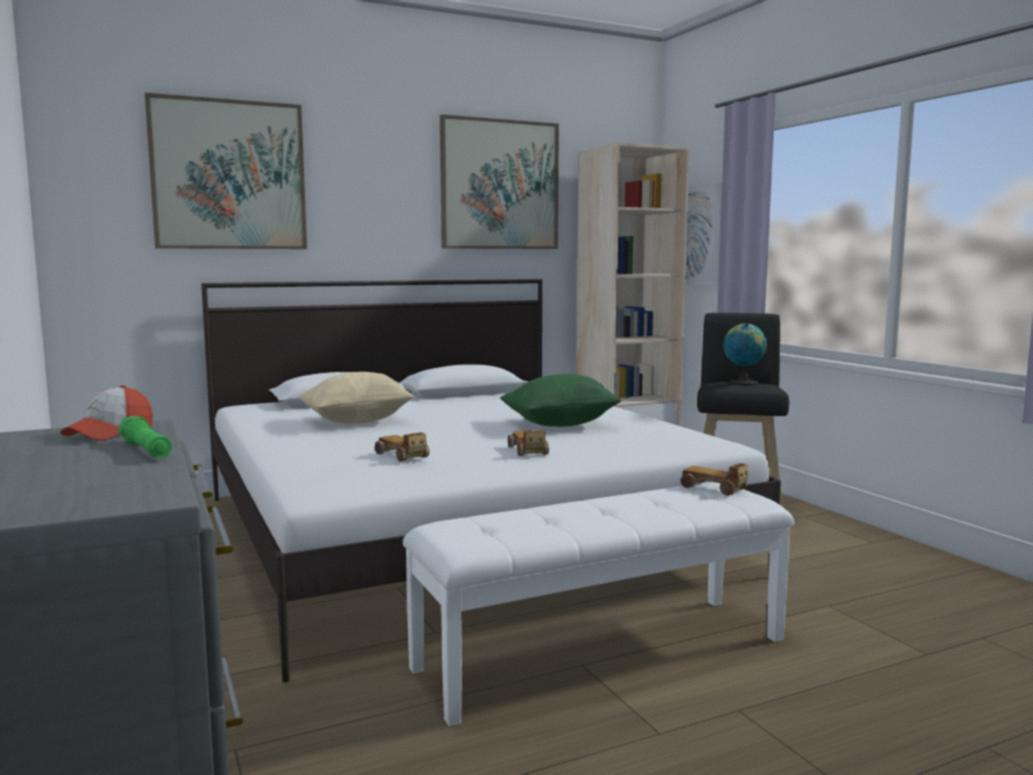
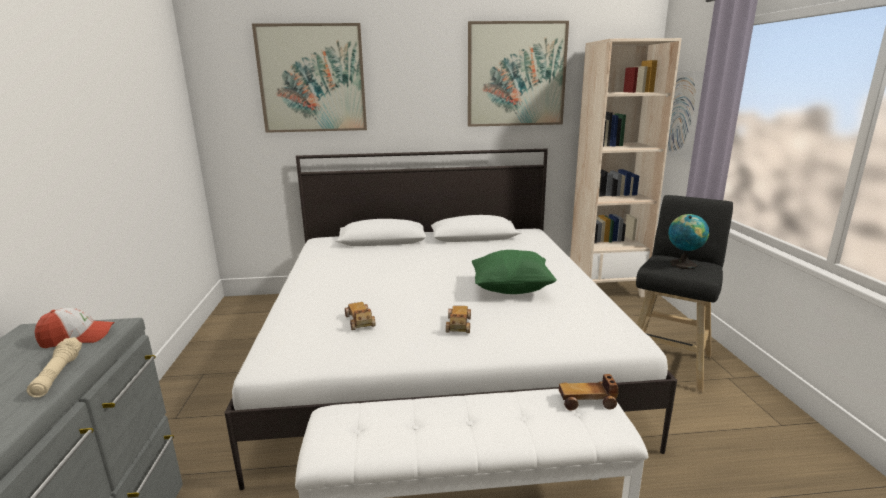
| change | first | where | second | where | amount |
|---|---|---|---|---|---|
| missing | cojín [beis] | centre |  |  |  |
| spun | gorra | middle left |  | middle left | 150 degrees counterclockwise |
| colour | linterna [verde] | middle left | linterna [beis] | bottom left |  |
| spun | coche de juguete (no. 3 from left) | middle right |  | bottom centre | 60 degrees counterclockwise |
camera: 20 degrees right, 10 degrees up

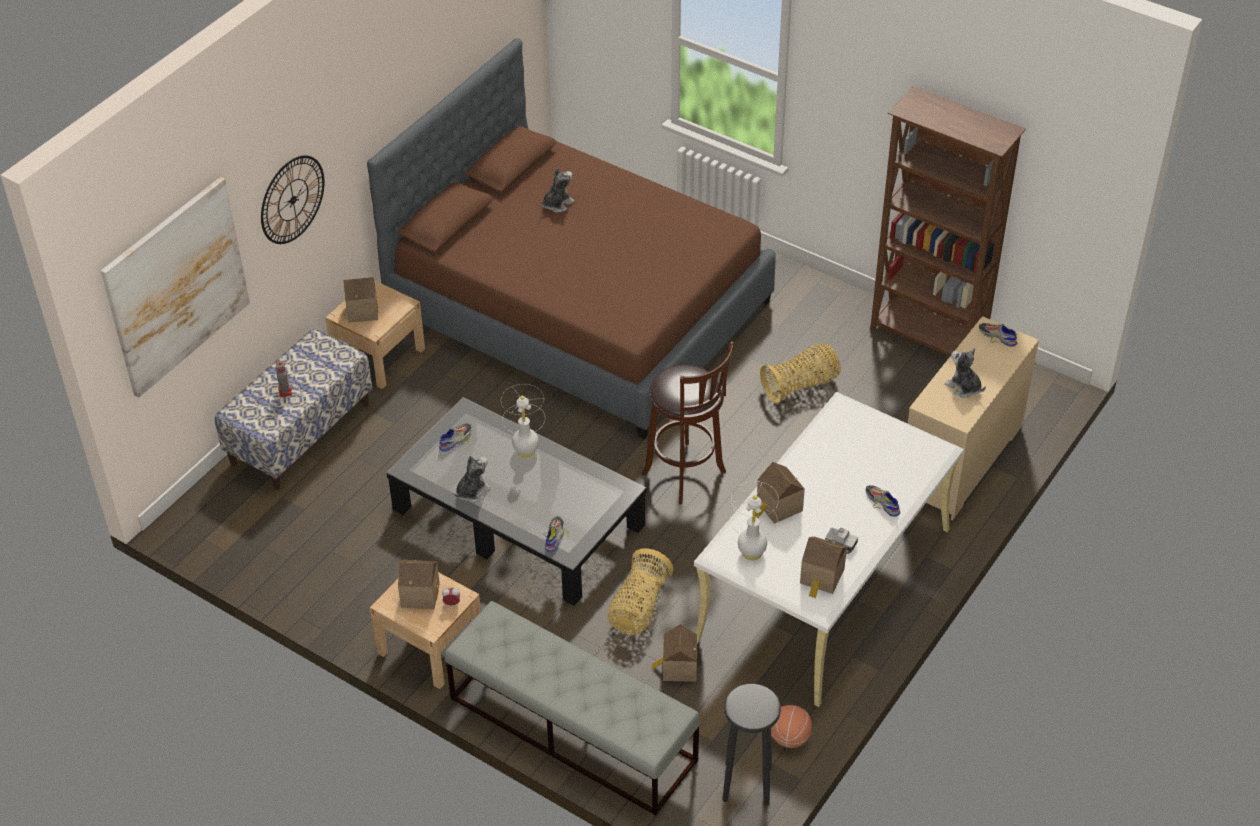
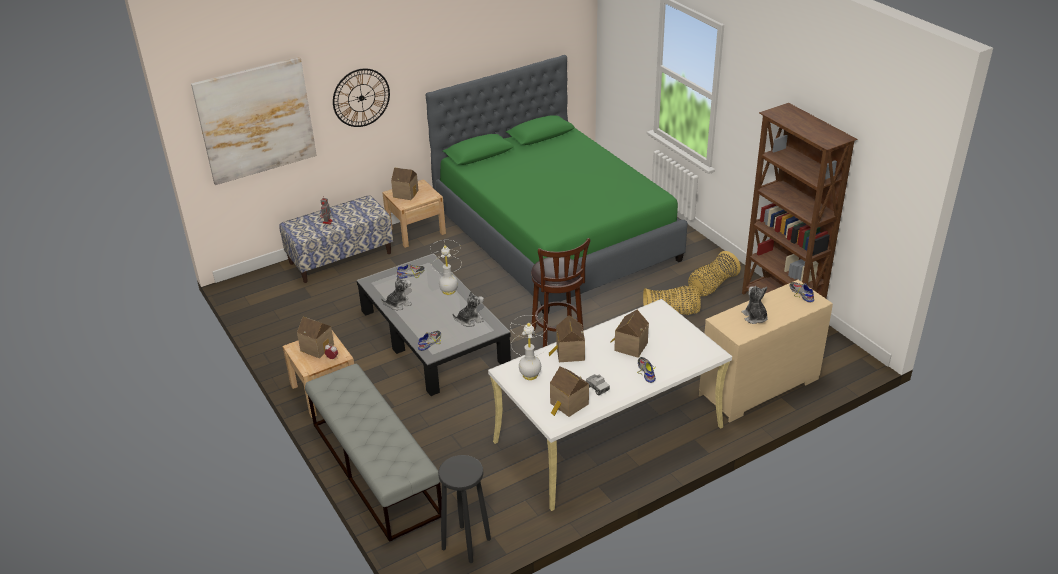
| change | first | where | second | where | amount |
|---|---|---|---|---|---|
| colour | cama [marrón] | top centre | cama [verde] | top centre |  |
| relocated | peluche (no. 2 from left) | top centre |  | centre |  |
| relocated | cesta (no. 1 from left in the first image) | bottom centre | cesta (no. 2 from left) | middle right |  |
| relocated | casita (no. 3 from left in the first image) | bottom centre | casita (no. 5 from left) | centre |  |
| missing | balón de baloncesto | bottom centre |  |  |  |
camera: 25 degrees right, 10 degrees down

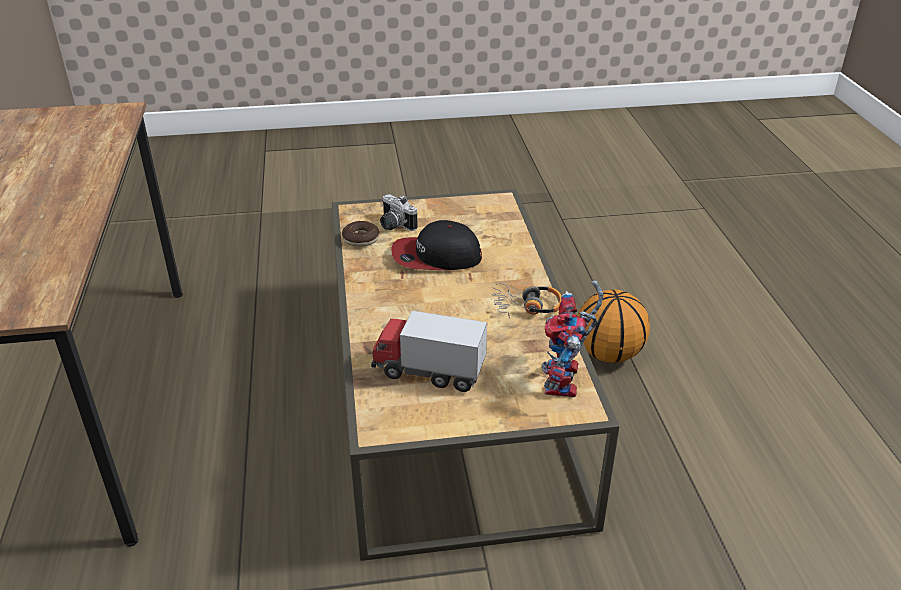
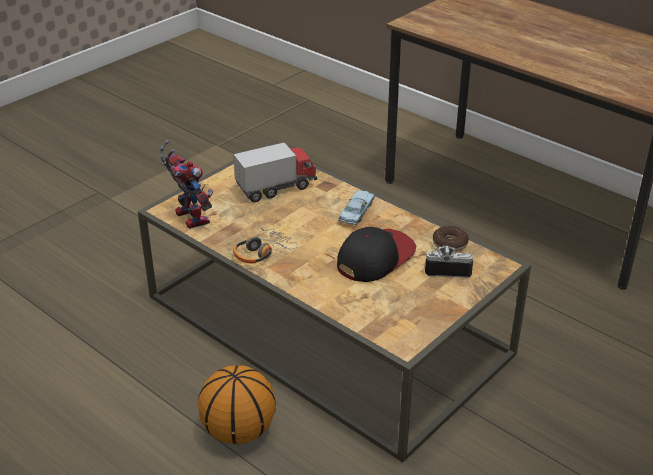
| change | first | where | second | where | amount |
|---|---|---|---|---|---|
| appeared |  |  | coche de juguete [azul] | centre |  |
camera: 140 degrees right, 0 degrees up

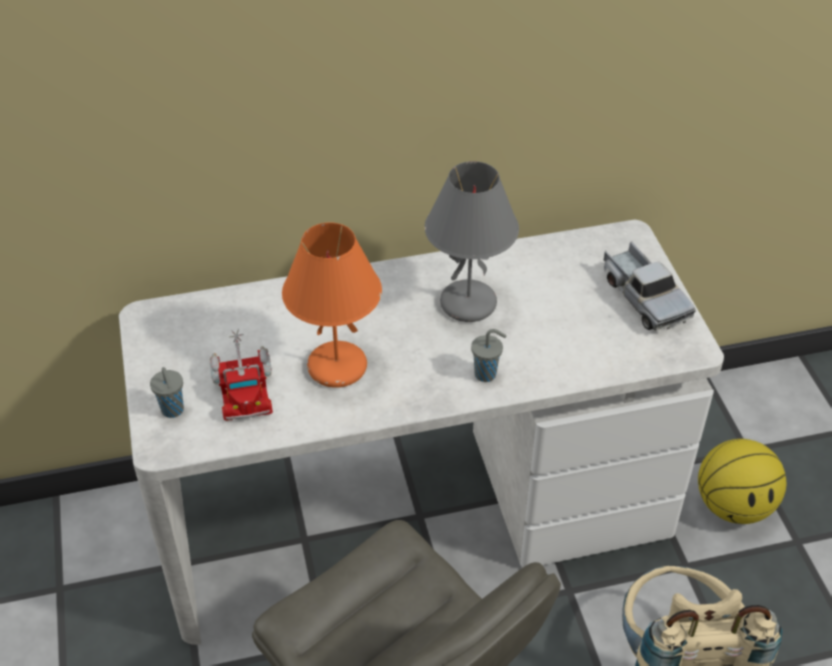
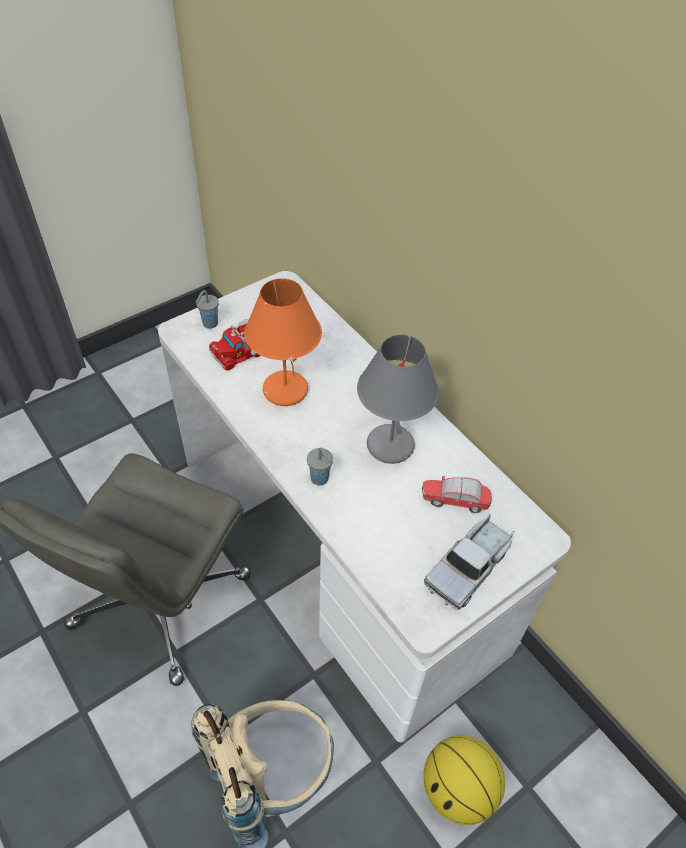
| change | first | where | second | where | amount |
|---|---|---|---|---|---|
| appeared |  |  | coche de juguete | centre |  |
camera: 65 degrees right, 5 degrees up

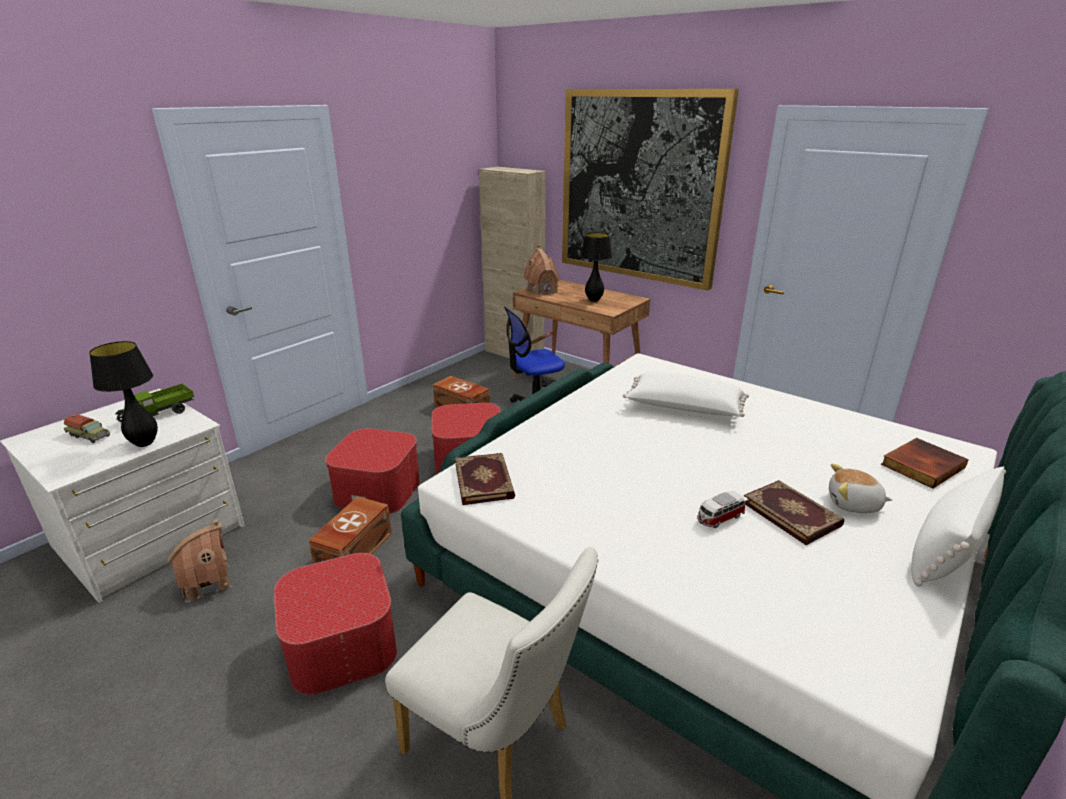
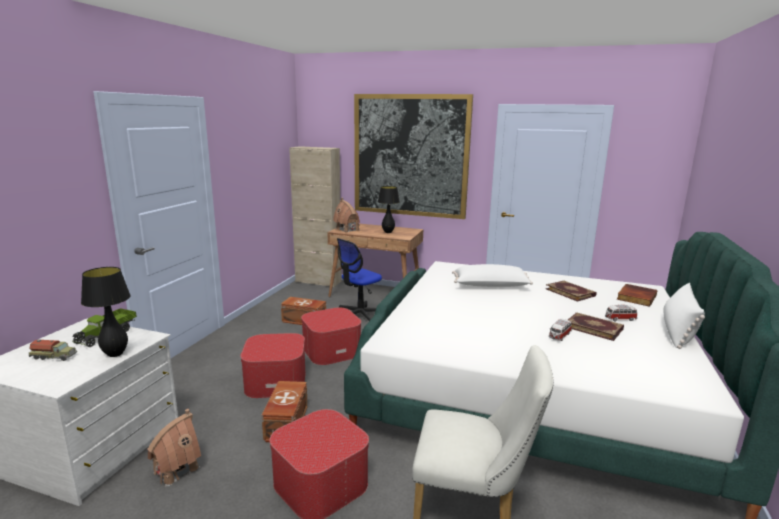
| change | first | where | second | where | amount |
|---|---|---|---|---|---|
| relocated | libro (no. 1 from left) | centre |  | middle right |  |
| exchanged | peluche | middle right | coche de juguete (no. 2 from left) | middle right |  |
camera: 20 degrees left, 10 degrees down

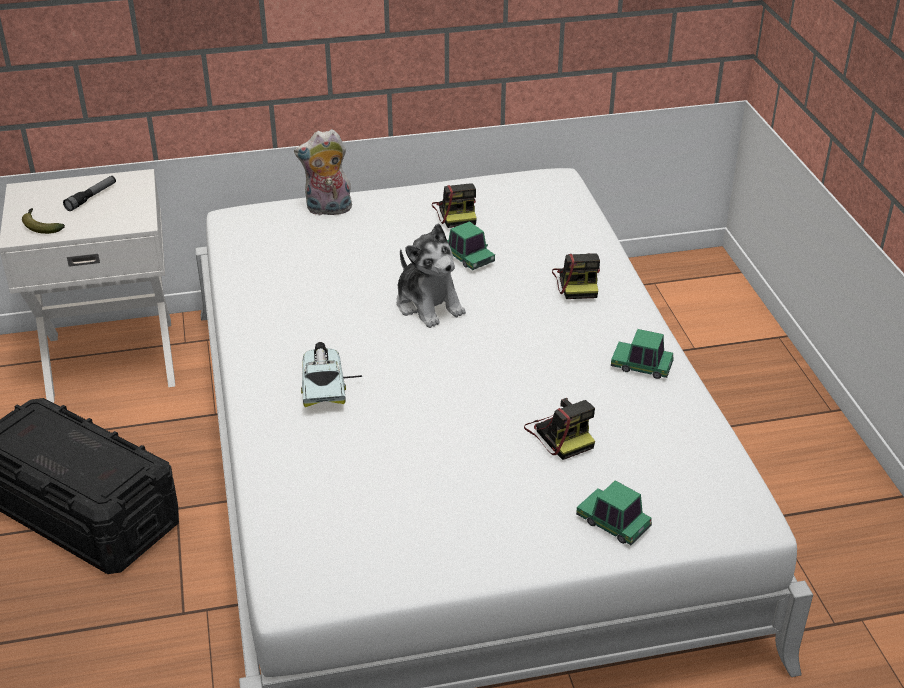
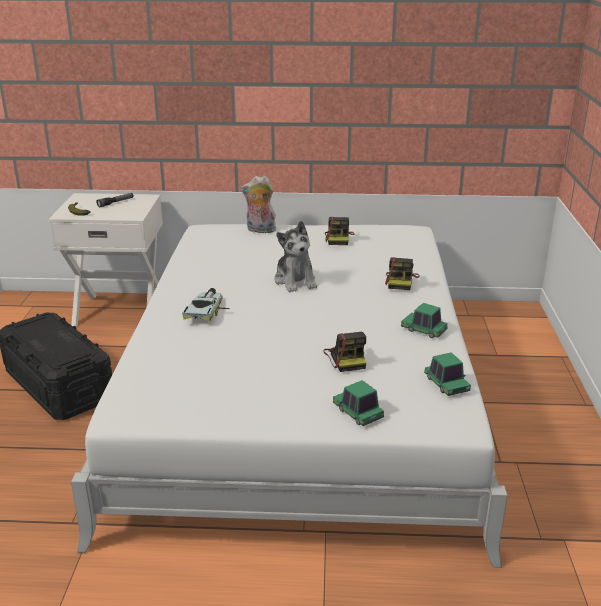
| change | first | where | second | where | amount |
|---|---|---|---|---|---|
| relocated | coche de juguete (no. 2 from left in the first image) | centre | coche de juguete (no. 4 from left) | middle right |  |
camera: 15 degrees right, 10 degrees down

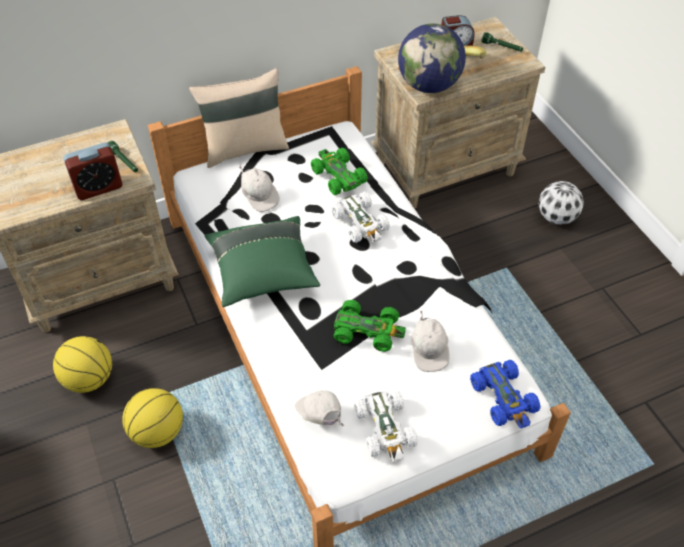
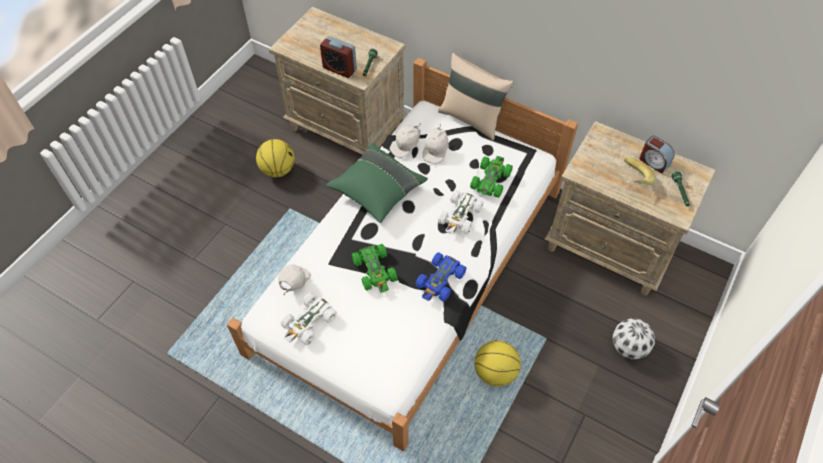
| change | first | where | second | where | amount |
|---|---|---|---|---|---|
| missing | globo terráqueo | top centre |  |  |  |
| relocated | gorra [blanco] (no. 3 from left in the first image) | centre | gorra [blanco] (no. 2 from left) | top centre |  |
| relocated | coche de juguete [azul] | bottom right |  | centre |  |
| relocated | balón de baloncesto (no. 2 from left) | bottom left |  | bottom centre |  |
camera: 55 degrees right, 5 degrees up

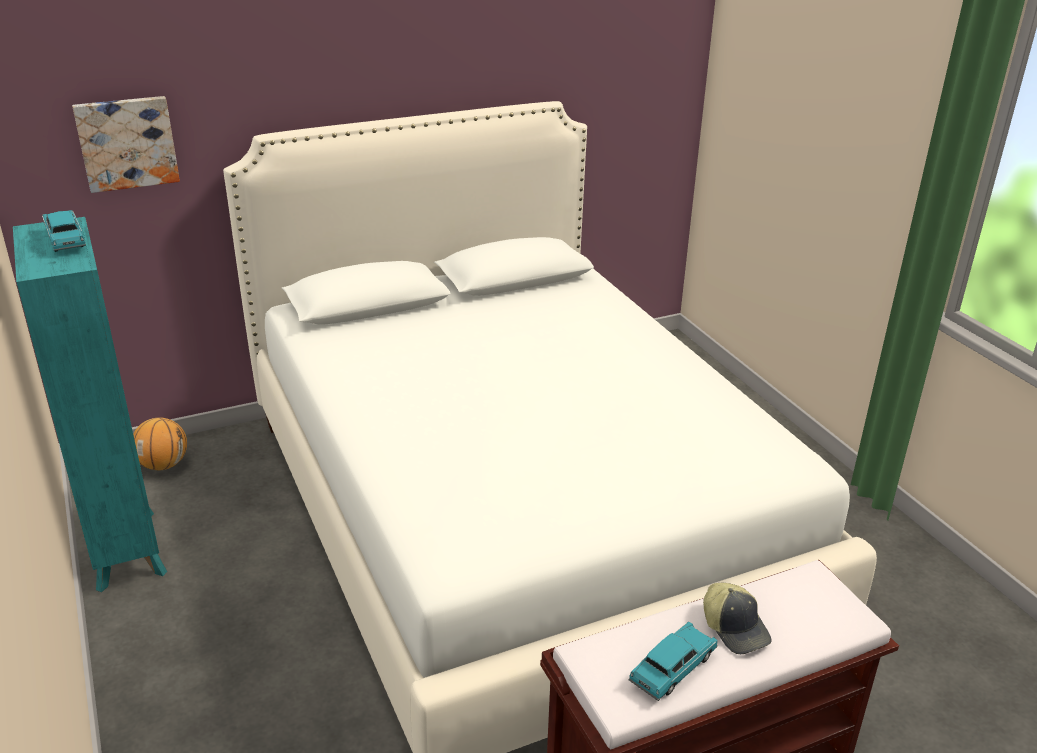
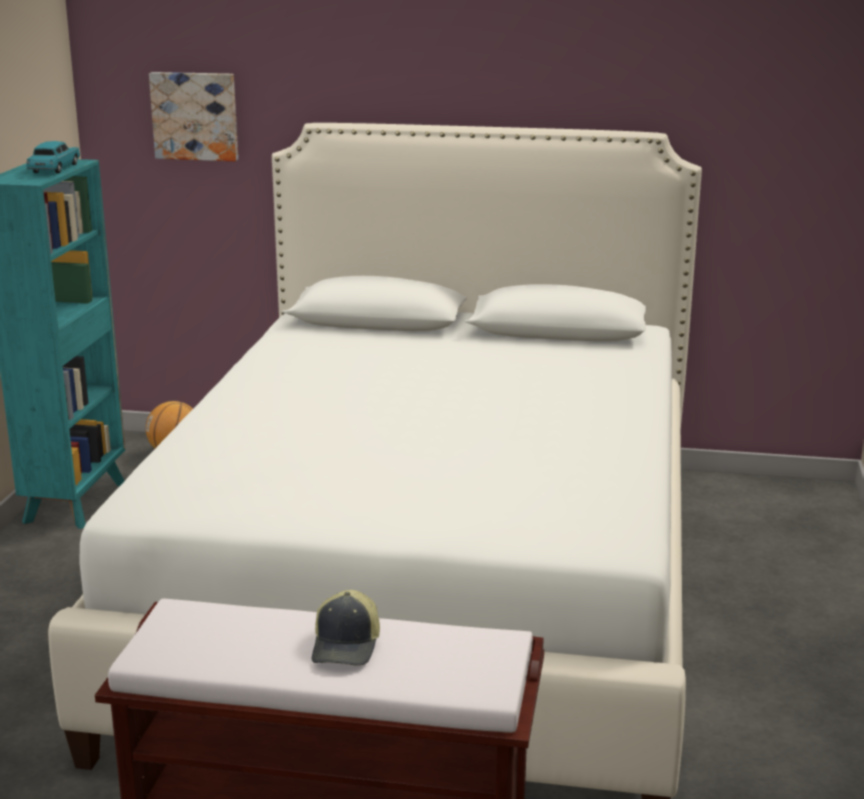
| change | first | where | second | where | amount |
|---|---|---|---|---|---|
| missing | coche de juguete [turquesa] (no. 2 from left) | bottom centre |  |  |  |
camera: 35 degrees right, 10 degrees down

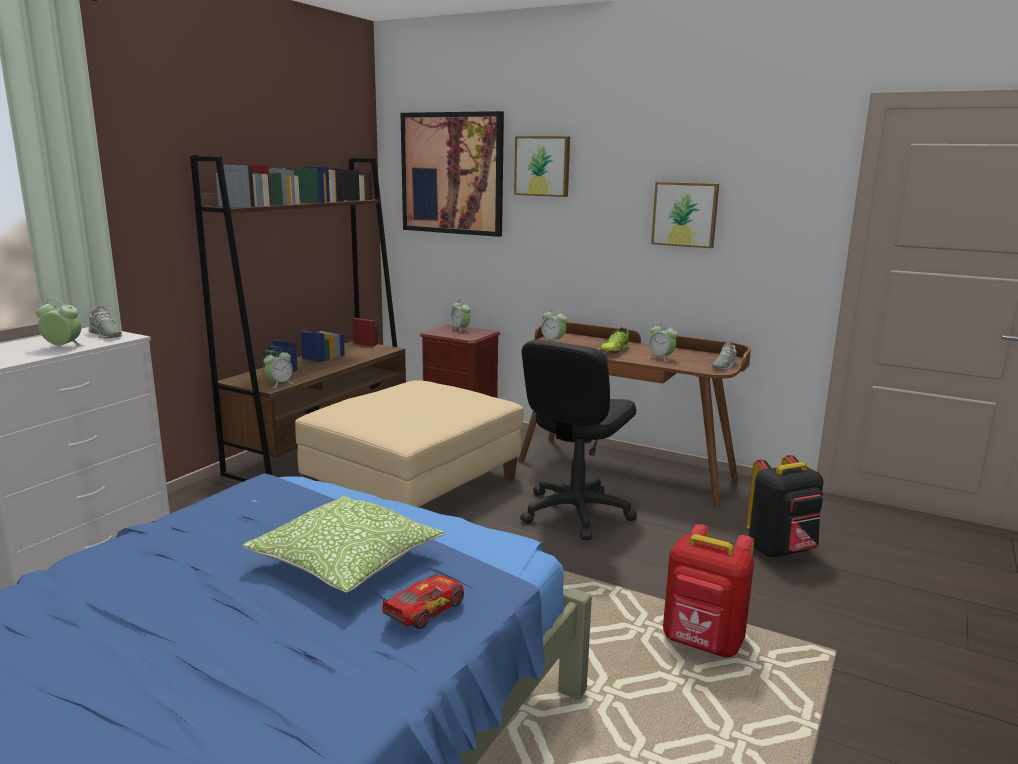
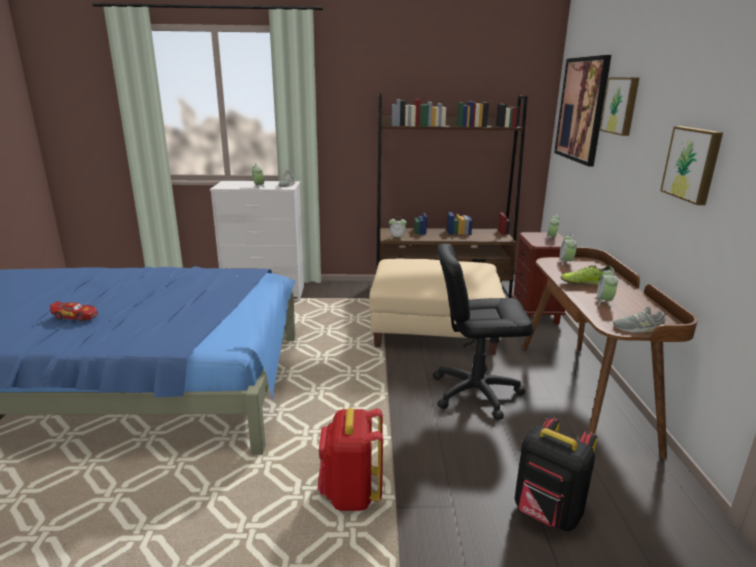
| change | first | where | second | where | amount |
|---|---|---|---|---|---|
| missing | cojín | bottom centre |  |  |  |
| relocated | coche de juguete | bottom centre |  | middle left |  |
camera: 60 degrees right, 5 degrees up

